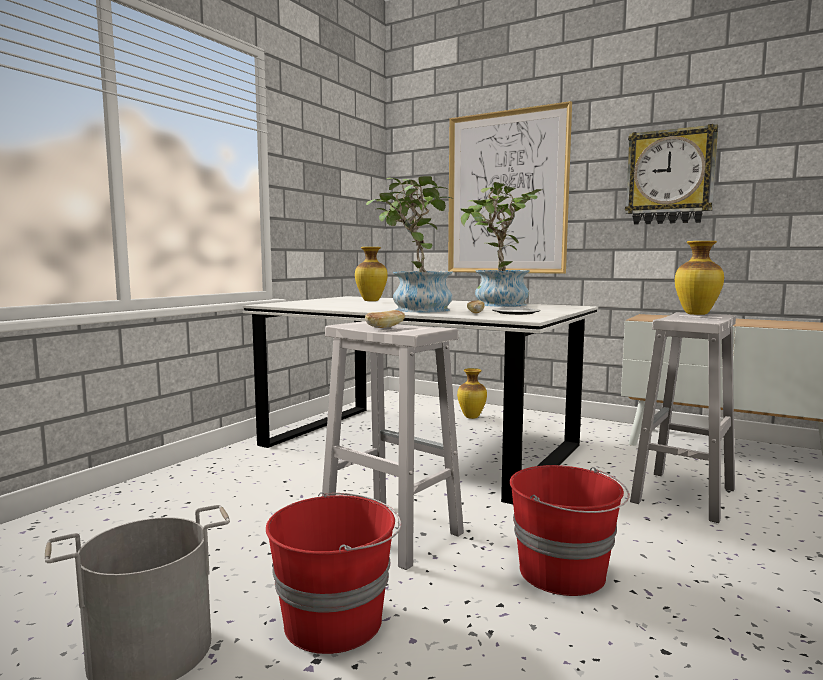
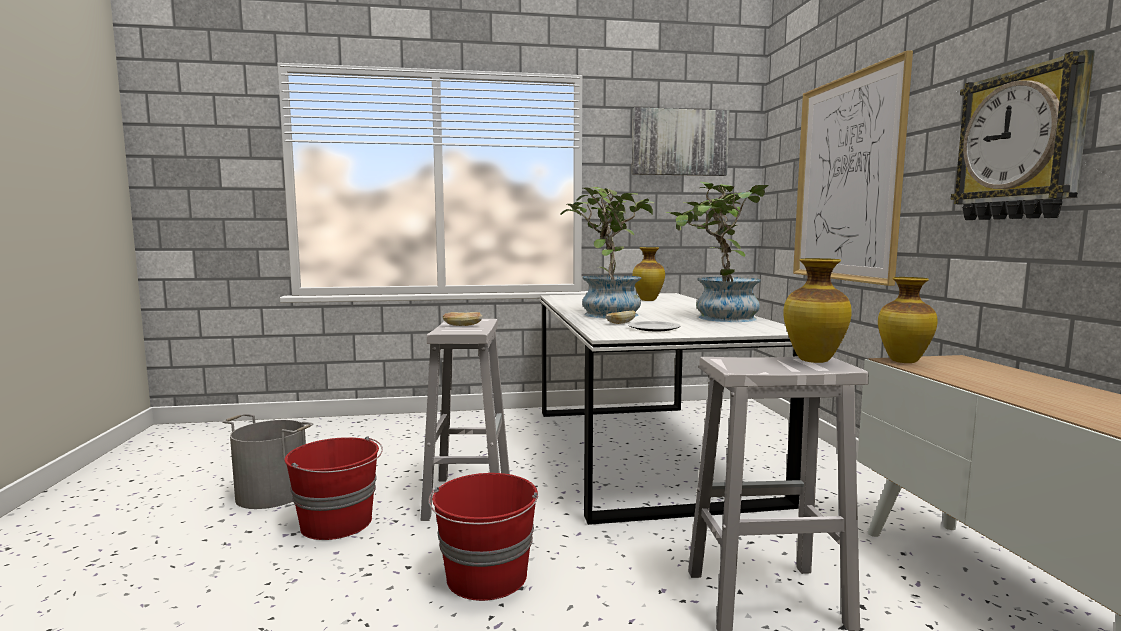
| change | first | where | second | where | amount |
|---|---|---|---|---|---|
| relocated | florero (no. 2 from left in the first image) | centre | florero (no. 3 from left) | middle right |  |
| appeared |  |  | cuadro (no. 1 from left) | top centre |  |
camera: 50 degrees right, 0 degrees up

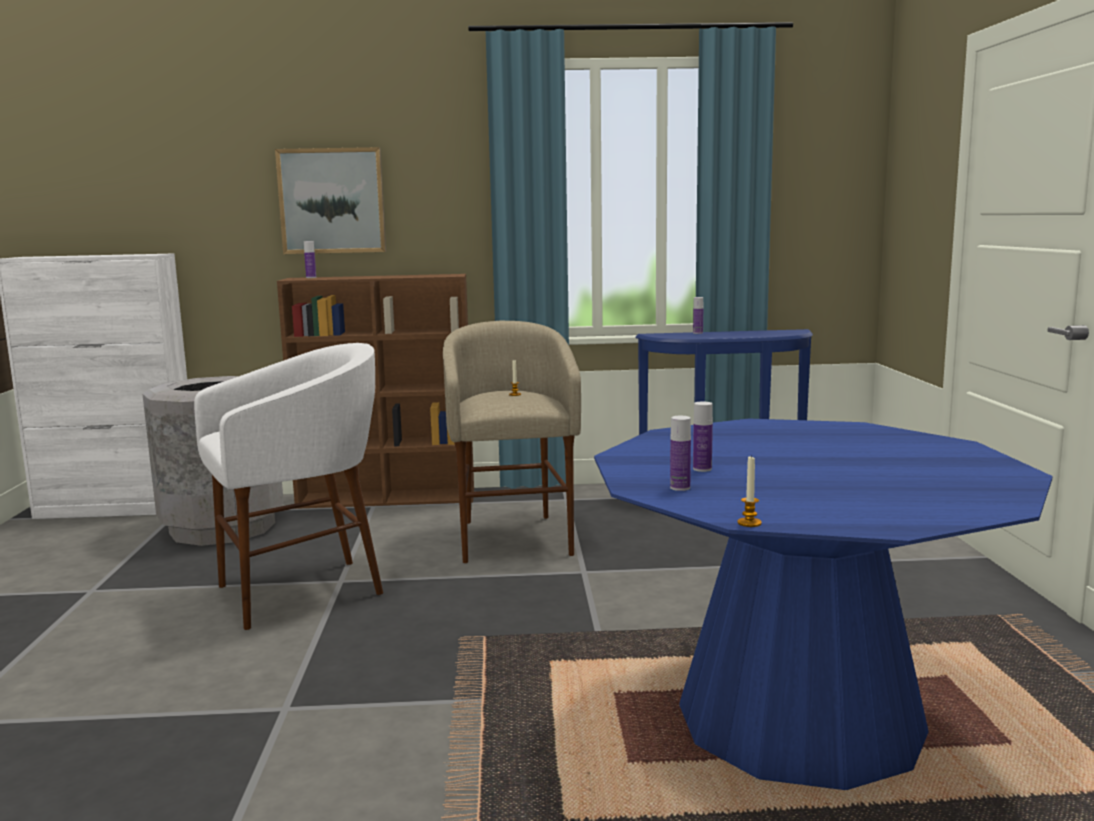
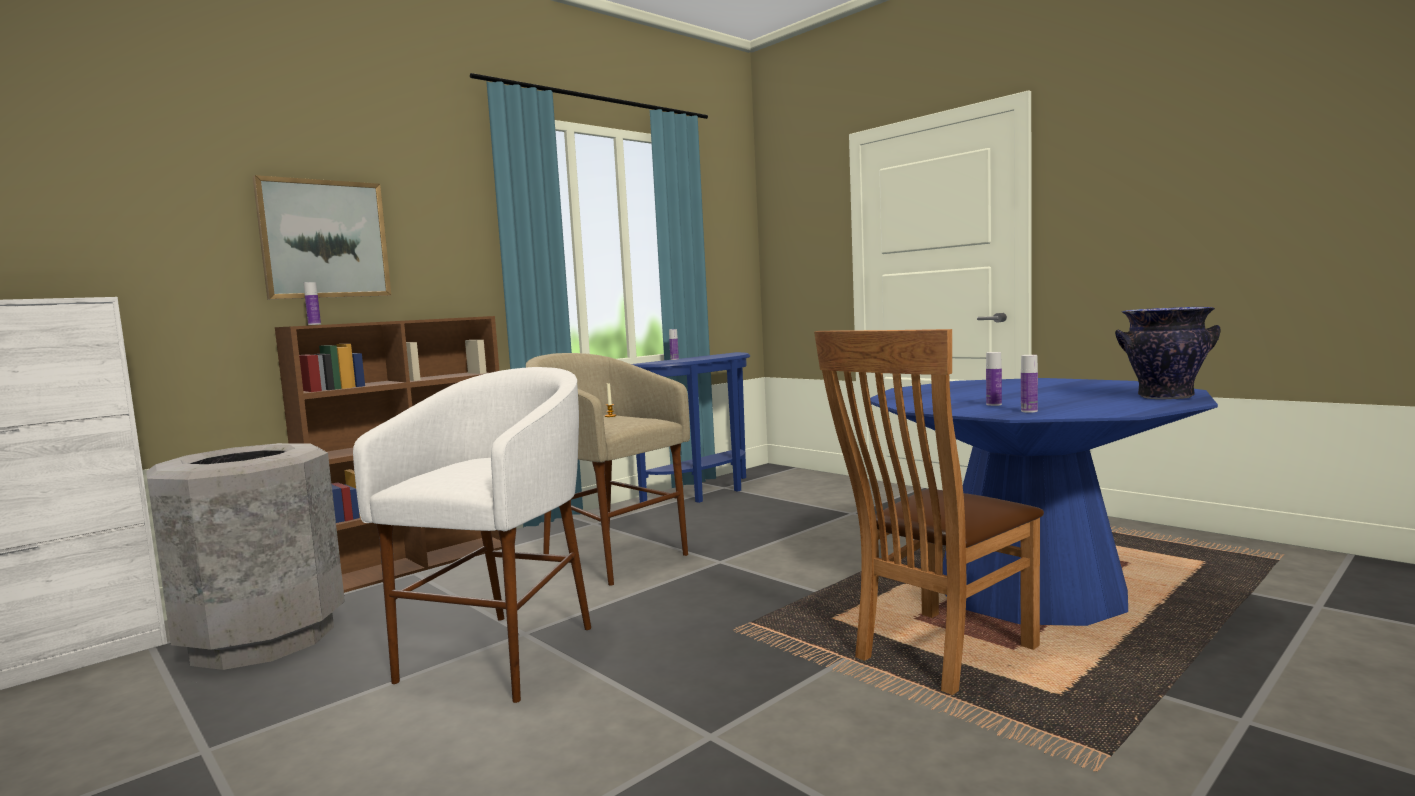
| change | first | where | second | where | amount |
|---|---|---|---|---|---|
| missing | vela (no. 2 from left) | middle right |  |  |  |
| appeared |  |  | florero | middle right |  |
| appeared |  |  | silla [marrón] | centre |  |
camera: 40 degrees left, 5 degrees down

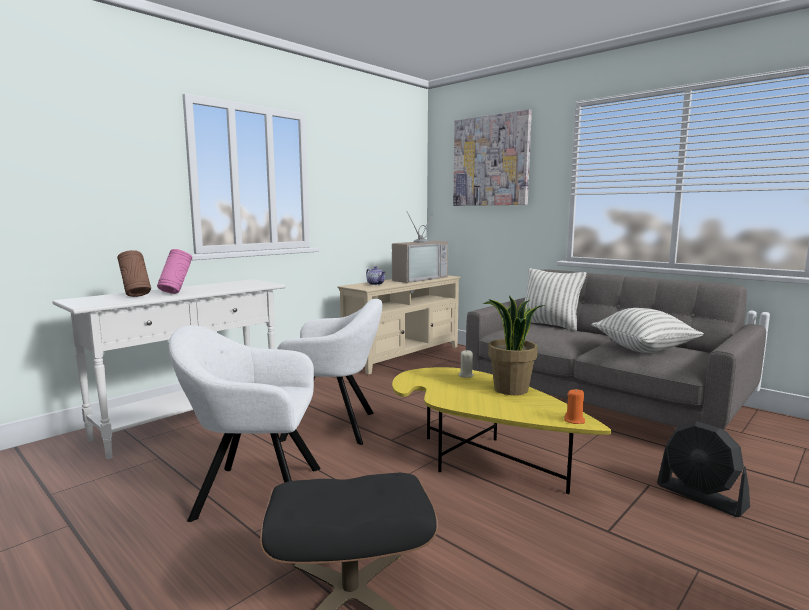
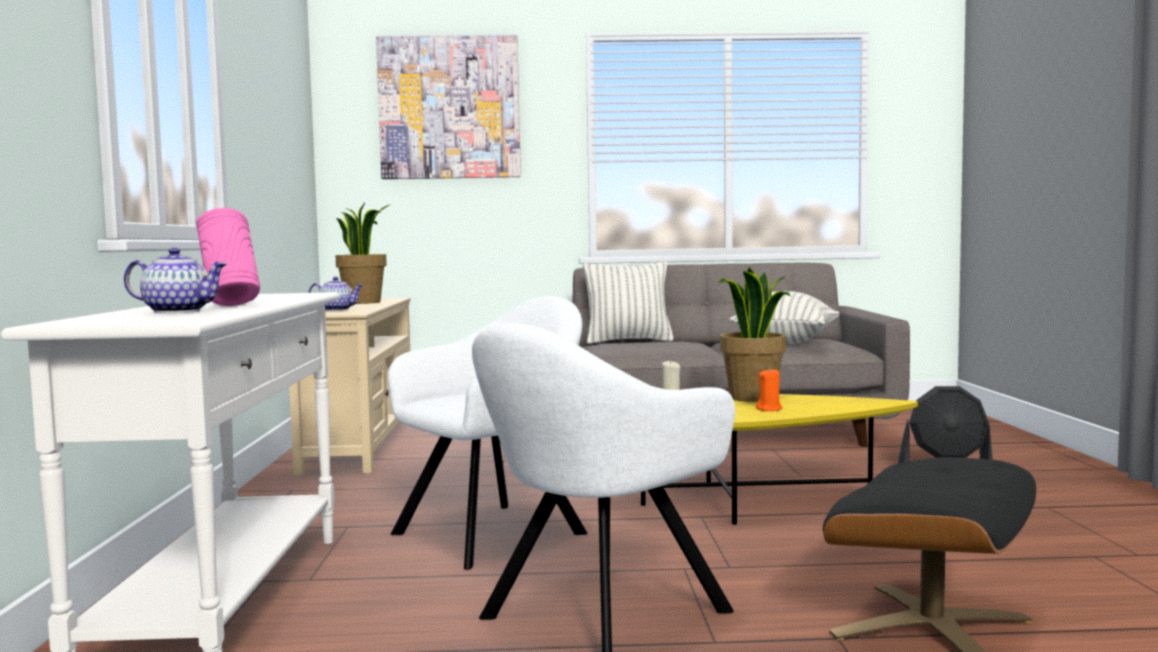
| change | first | where | second | where | amount |
|---|---|---|---|---|---|
| exchanged | televisor | centre | planta en maceta (no. 1 from left) | middle left |  |
| exchanged | florero [marrón] | middle left | tetera (no. 1 from left) | middle left |  |
| relocated | vela [naranja] | middle right |  | centre |  |
camera: 45 degrees left, 5 degrees down

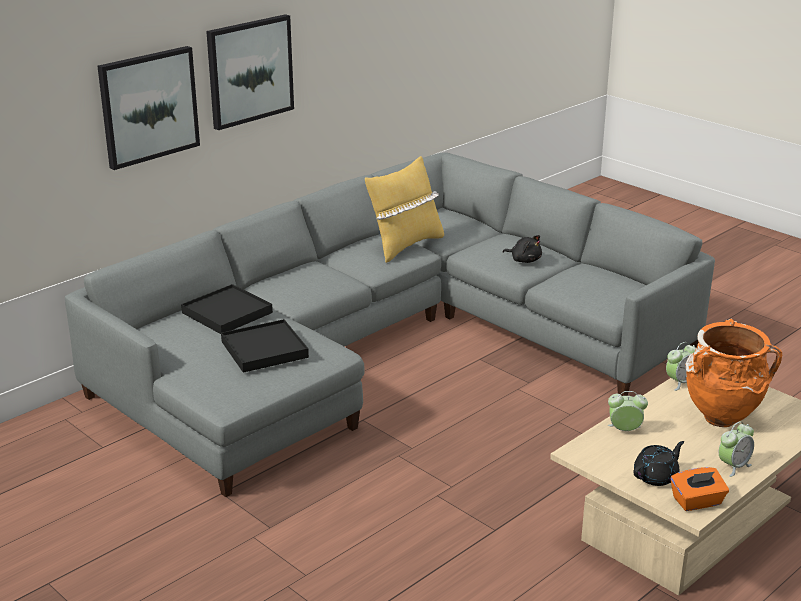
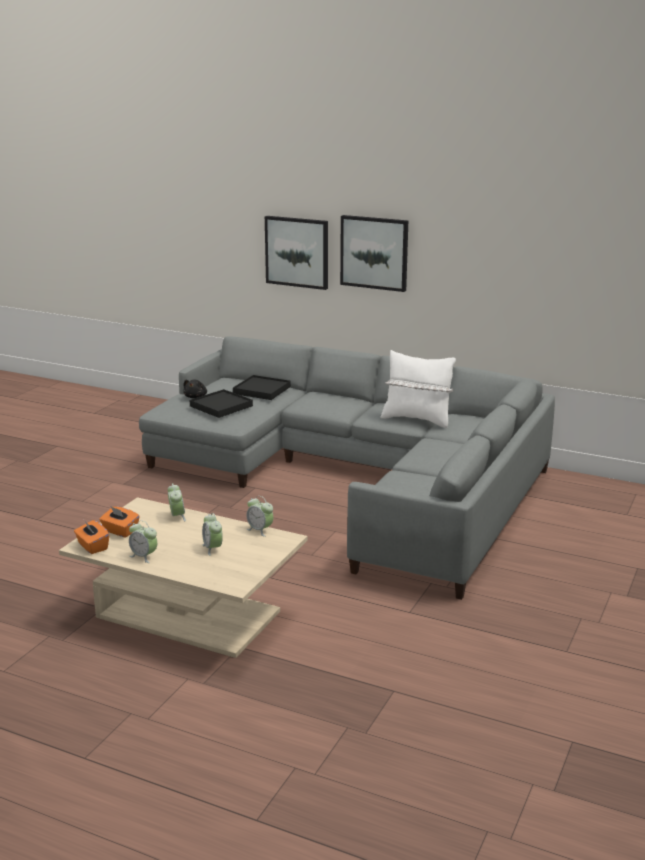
| change | first | where | second | where | amount |
|---|---|---|---|---|---|
| colour | cojín [amarillo] | centre | cojín [blanco] | centre |  |
| relocated | peluche [negro] | centre |  | middle left |  |
| exchanged | florero [naranja] | middle right | despertador (no. 3 from left) | middle left |  |
| exchanged | tetera [negro] | bottom right | caja de pañuelos [naranja] (no. 2 from left) | middle left |  |
camera: 70 degrees right, 5 degrees down

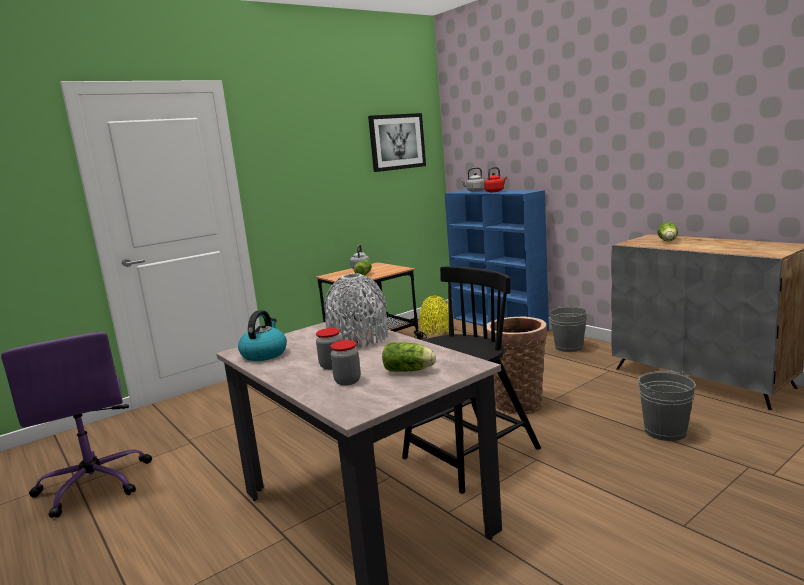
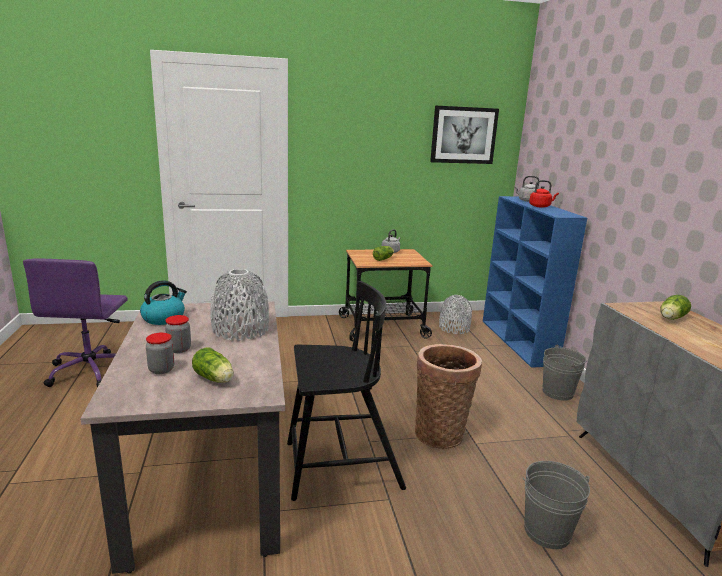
| change | first | where | second | where | amount |
|---|---|---|---|---|---|
| colour | florero [amarillo] | centre | florero [gris] (no. 2 from left) | centre |  |
camera: 25 degrees right, 5 degrees up

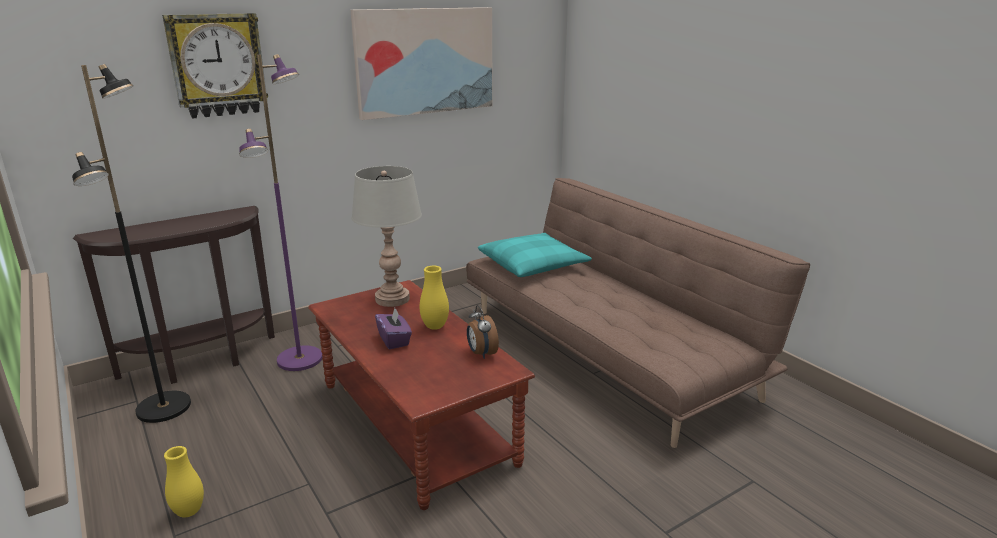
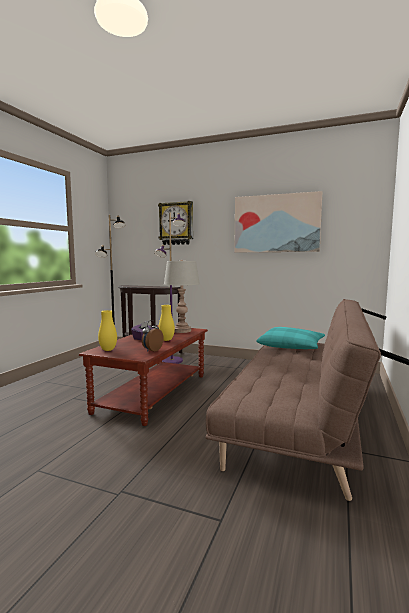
| change | first | where | second | where | amount |
|---|---|---|---|---|---|
| relocated | florero [amarillo] (no. 1 from left) | bottom left |  | middle left |  |
camera: 55 degrees right, 15 degrees down

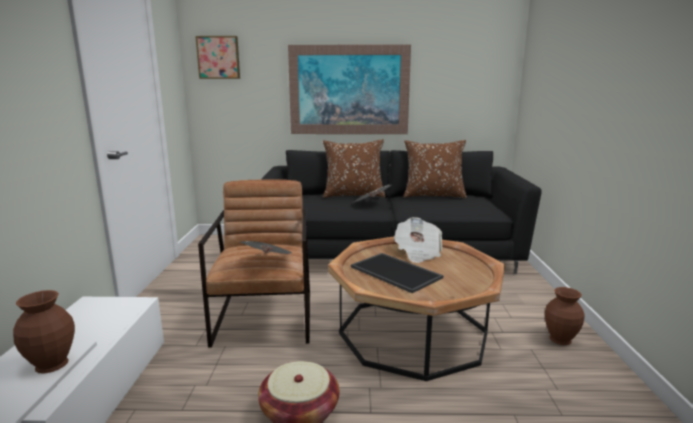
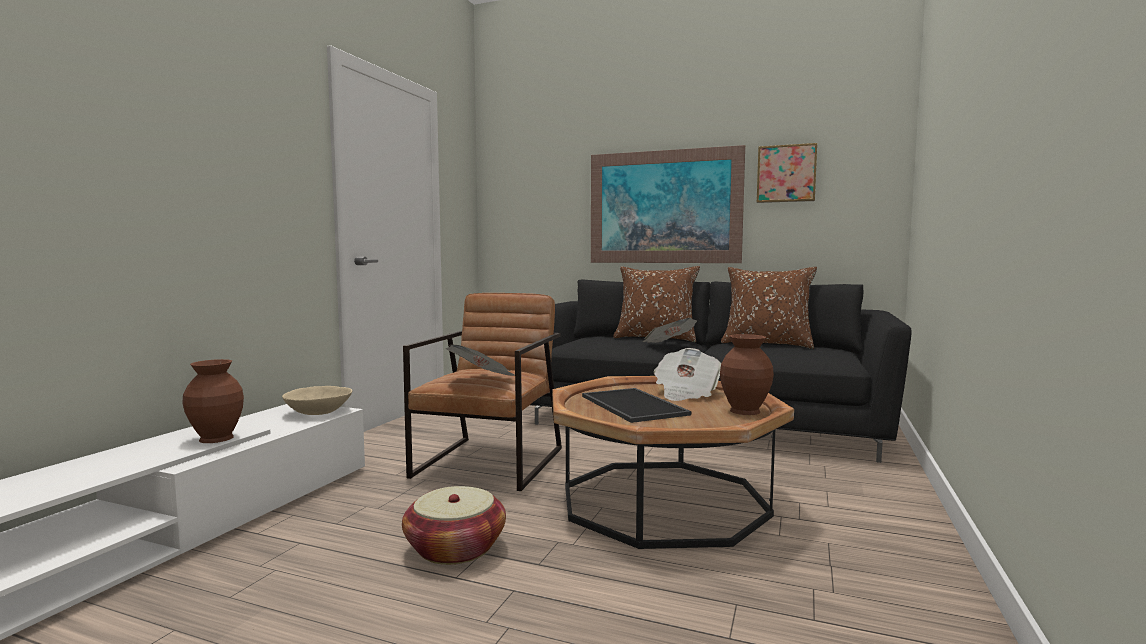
| change | first | where | second | where | amount |
|---|---|---|---|---|---|
| relocated | cuadro (no. 1 from left in the first image) | top left | cuadro (no. 2 from left) | top right |  |
| relocated | florero [marrón] (no. 2 from left) | bottom right |  | centre |  |
| appeared |  |  | cuenco [beis] | middle left |  |
camera: 20 degrees right, 10 degrees down

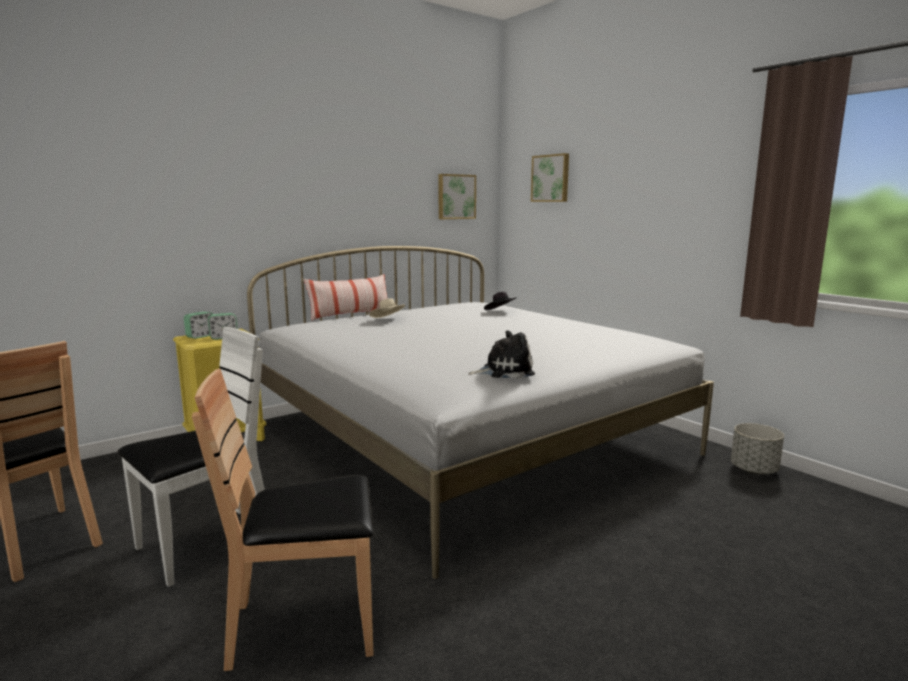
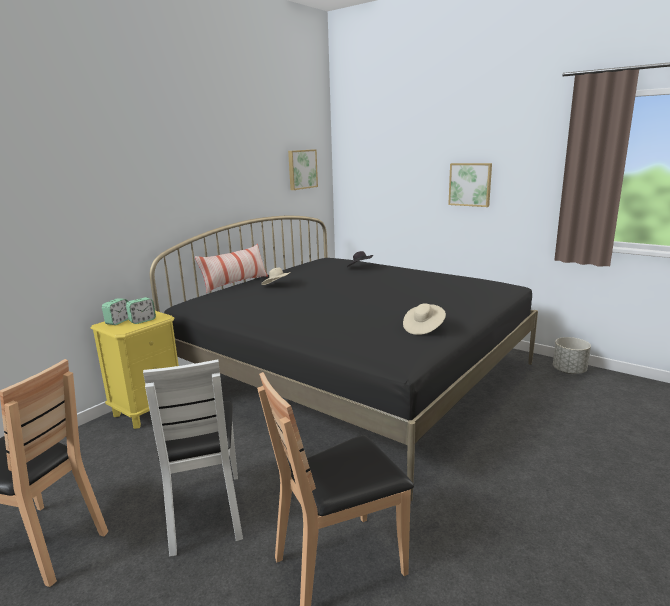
| change | first | where | second | where | amount |
|---|---|---|---|---|---|
| relocated | cuadro (no. 2 from left) | top centre |  | top right |  |
| colour | cama [blanco] | centre | cama [negro] | centre |  |
| spun | silla [blanco] | bottom left |  | bottom left | 135 degrees clockwise |
| exchanged | peluche | centre | sombrero [beis] (no. 2 from left) | centre |  |
camera: 15 degrees left, 5 degrees up

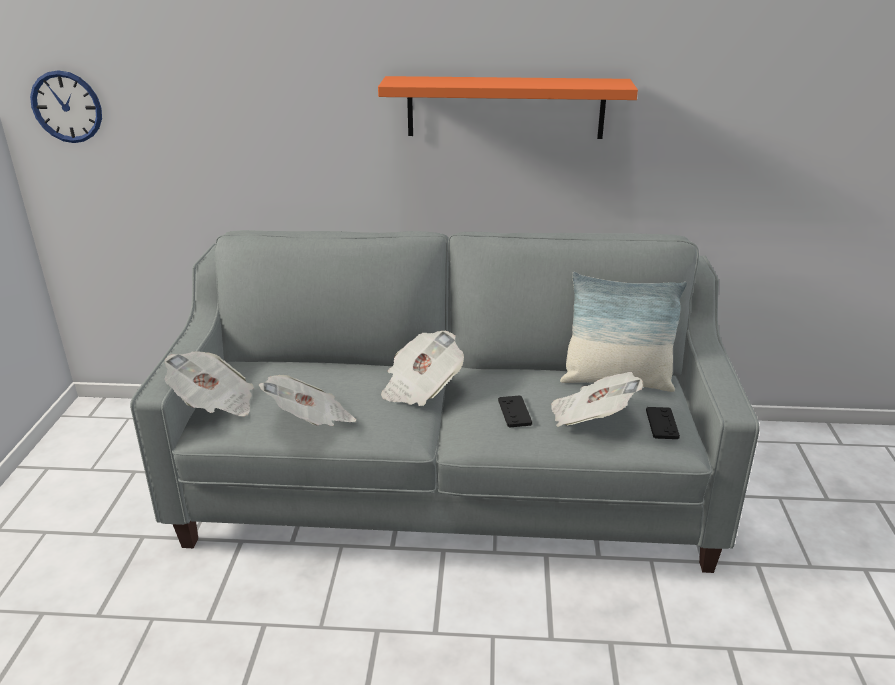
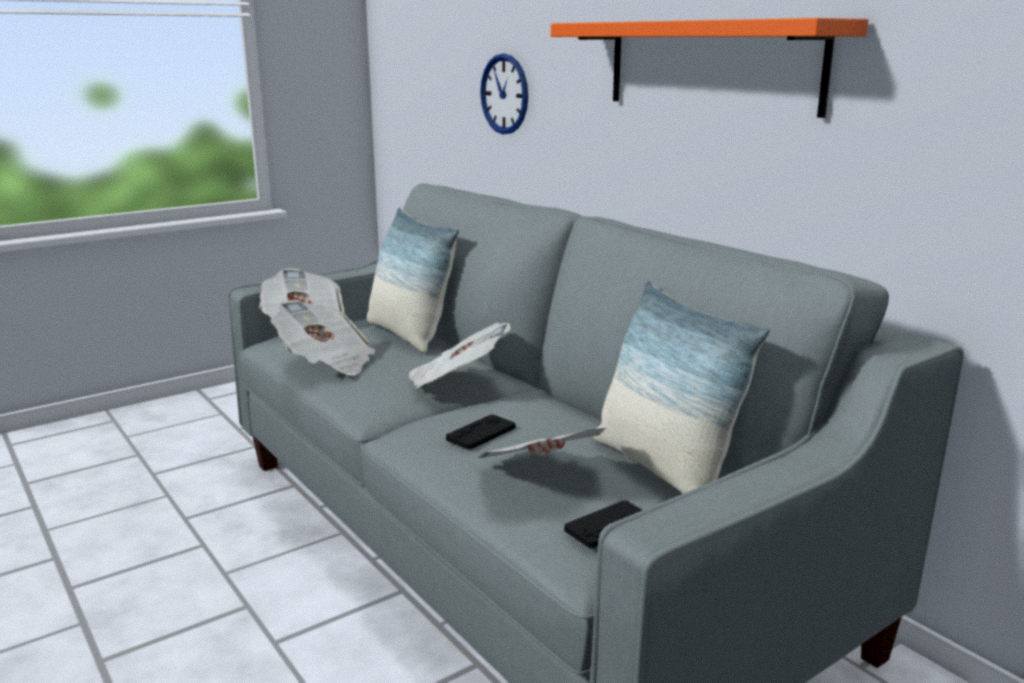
| change | first | where | second | where | amount |
|---|---|---|---|---|---|
| relocated | reloj de pared | top left |  | top centre |  |
| appeared |  |  | cojín (no. 1 from left) | centre |  |
camera: 50 degrees right, 10 degrees down

